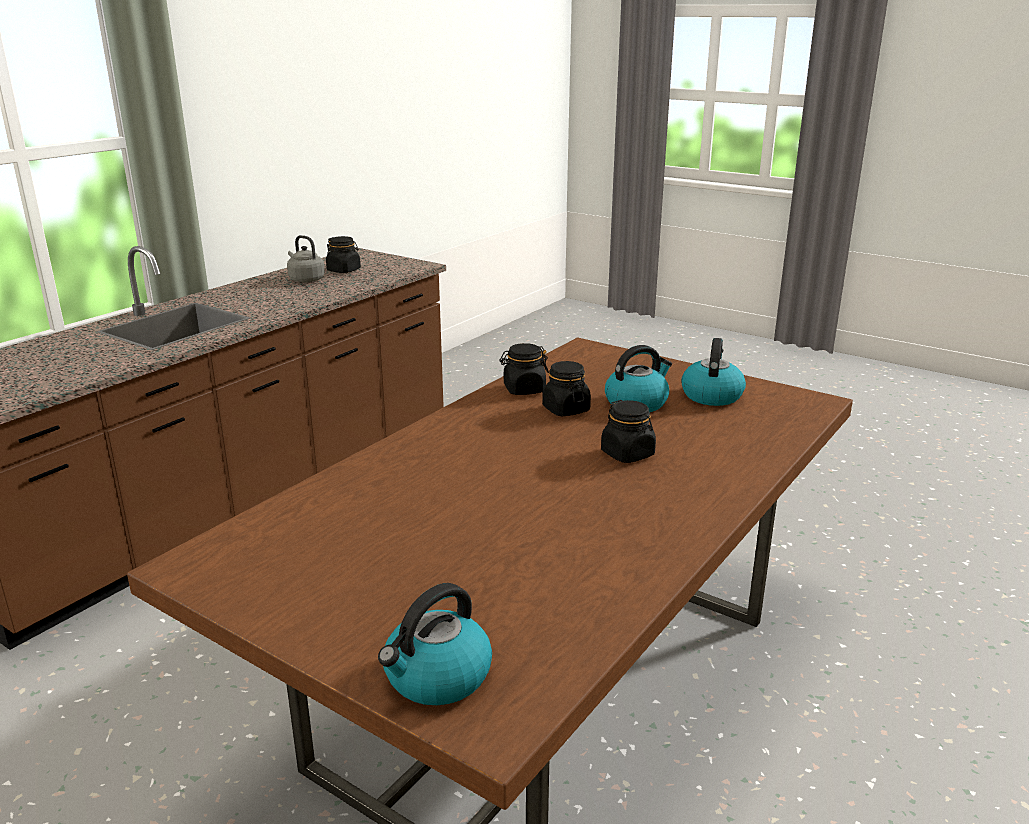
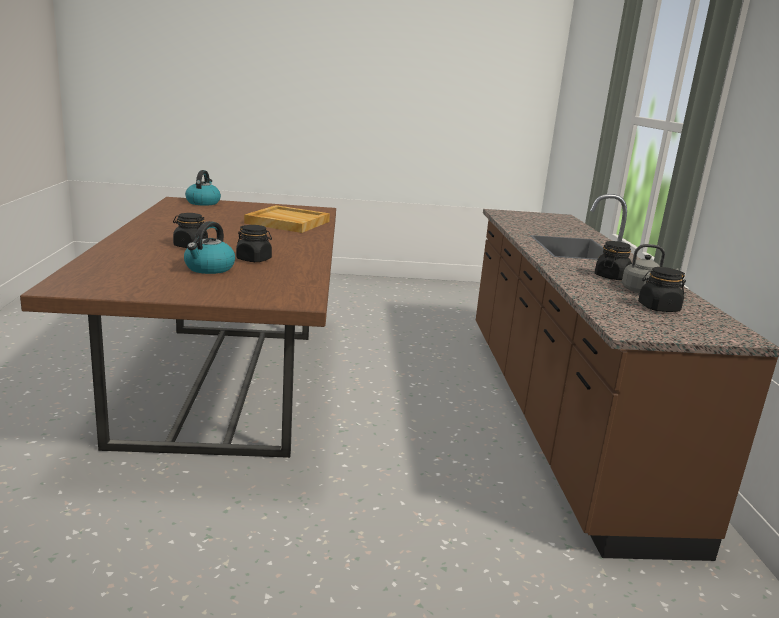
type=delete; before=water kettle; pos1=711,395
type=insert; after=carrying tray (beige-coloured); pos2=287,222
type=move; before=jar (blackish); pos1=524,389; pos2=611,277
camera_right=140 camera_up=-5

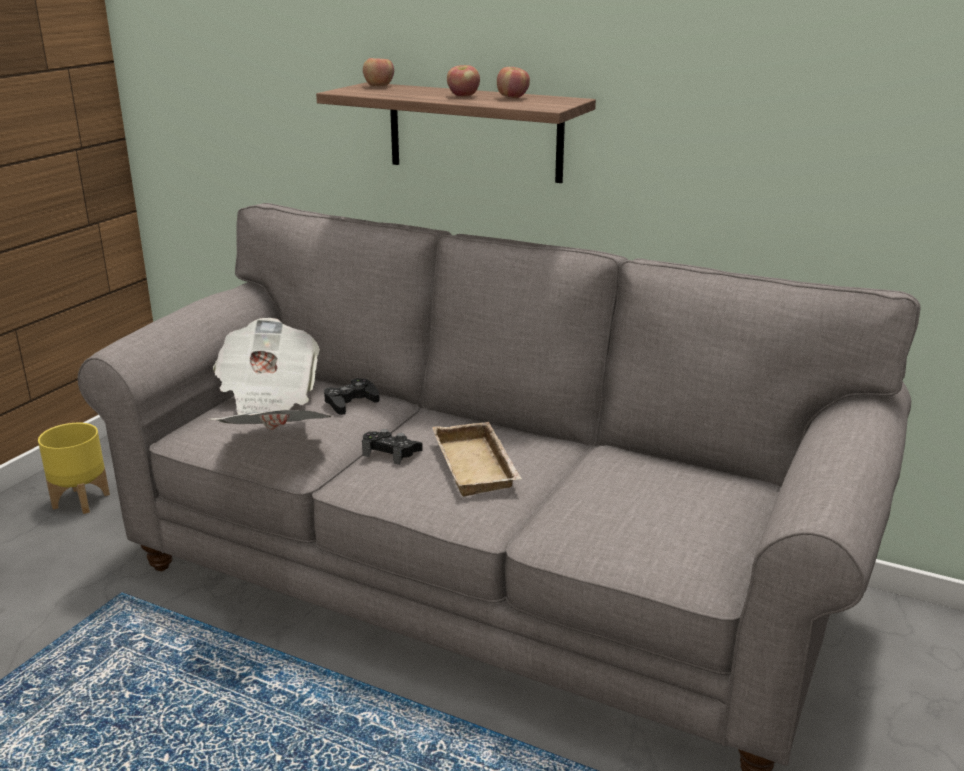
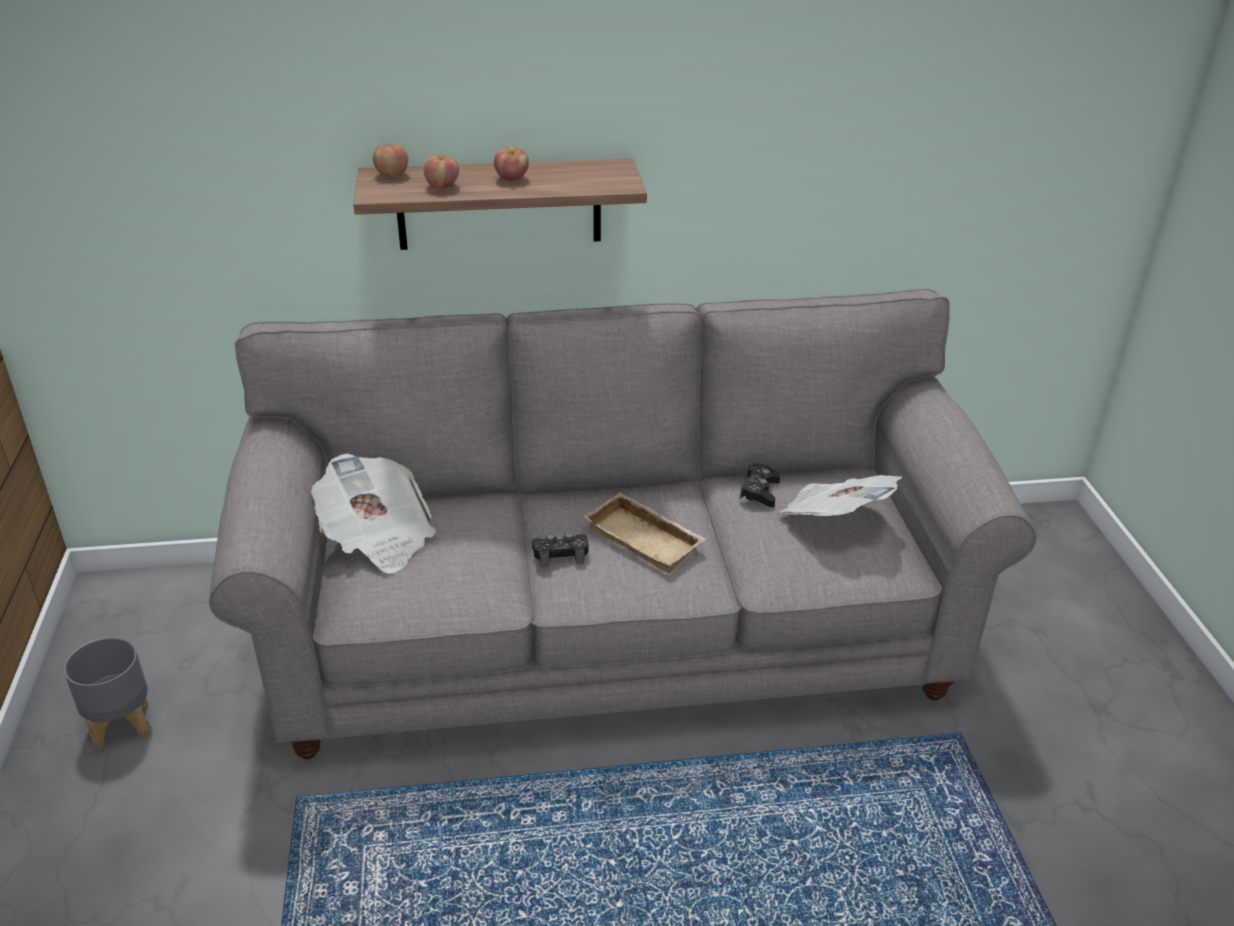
type=move; before=daily paper; pos1=276,447; pos2=835,519
type=move; before=gamepad (blackish); pos1=350,402; pos2=759,491
type=move; before=apple fruit; pos1=513,97; pos2=442,186
type=recolor; before=flower pot (yellow-coloured); after=flower pot (gray); pos1=81,500; pos2=122,724
camera_right=-35 camera_up=10

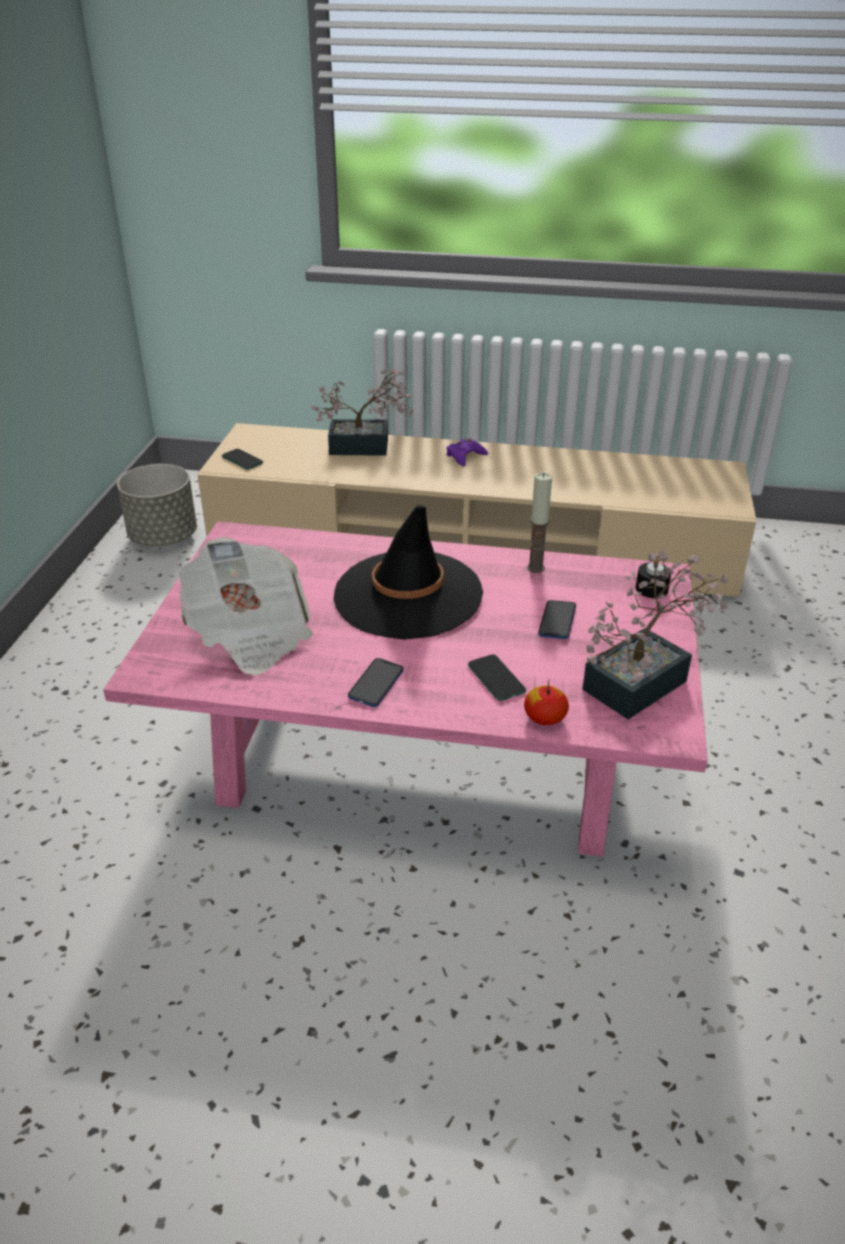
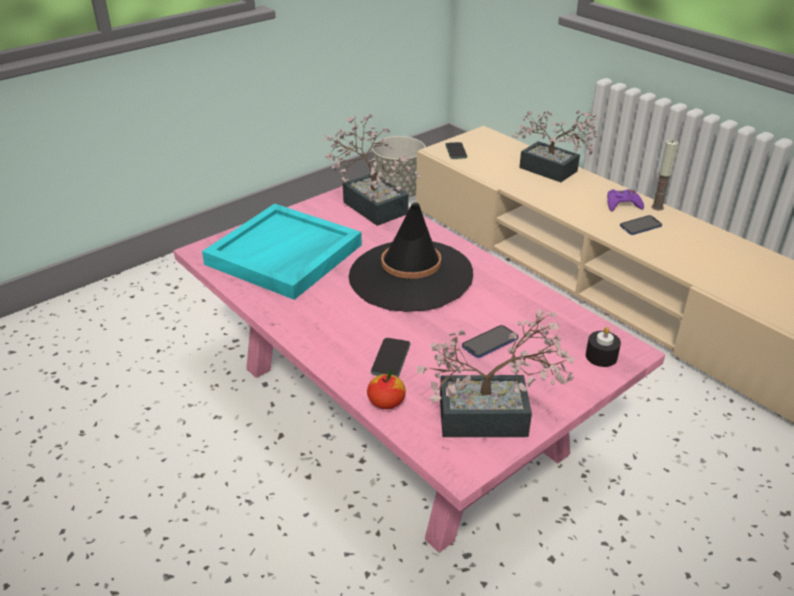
type=insert; after=plant in a pot; pos2=371,204
type=move; before=telephone; pos1=376,684; pos2=640,226
type=move; before=wax candle; pos1=535,568; pos2=657,207
type=replace; before=daily paper; after=carrying tray (turquoise-coloured); pos1=249,634; pos2=284,255
camera_right=40 camera_up=0

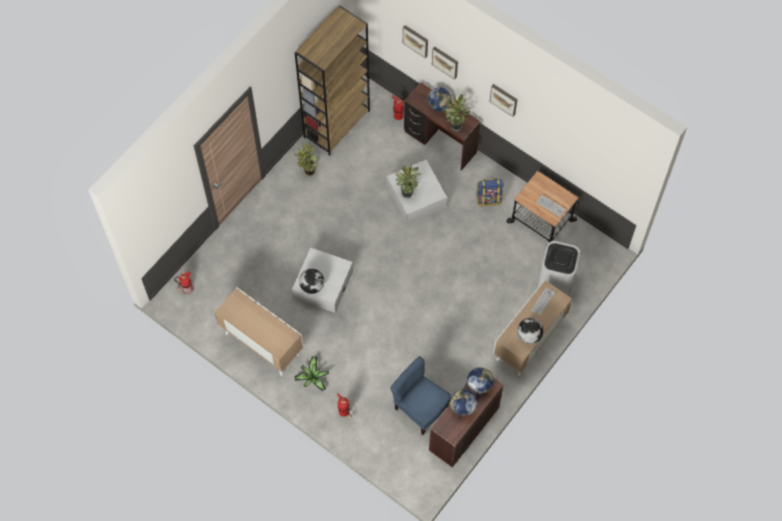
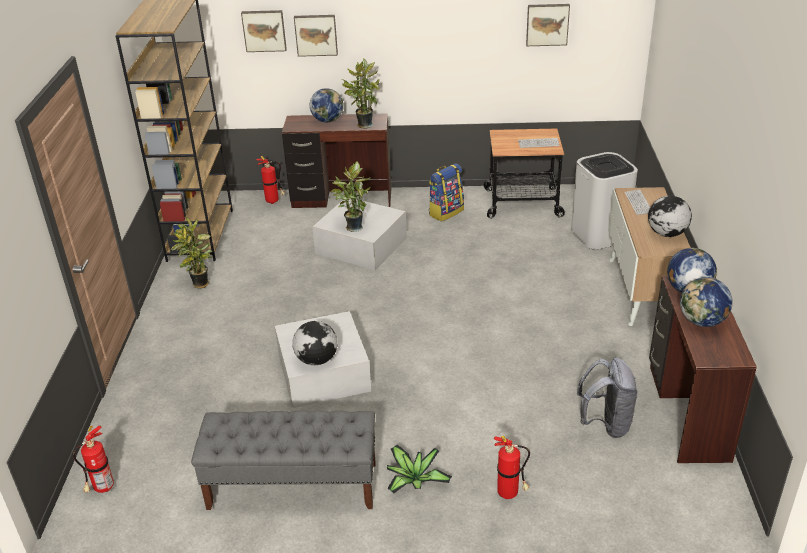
type=move; before=wall art; pos1=504,99; pos2=547,24
type=replace; before=storage cabinet; after=indoor bench (gray); pos1=261,344; pos2=292,486
type=replace; before=upright chair (blue); after=rucksack (gray); pos1=420,408; pos2=606,424
camera_right=-35 camera_up=-30

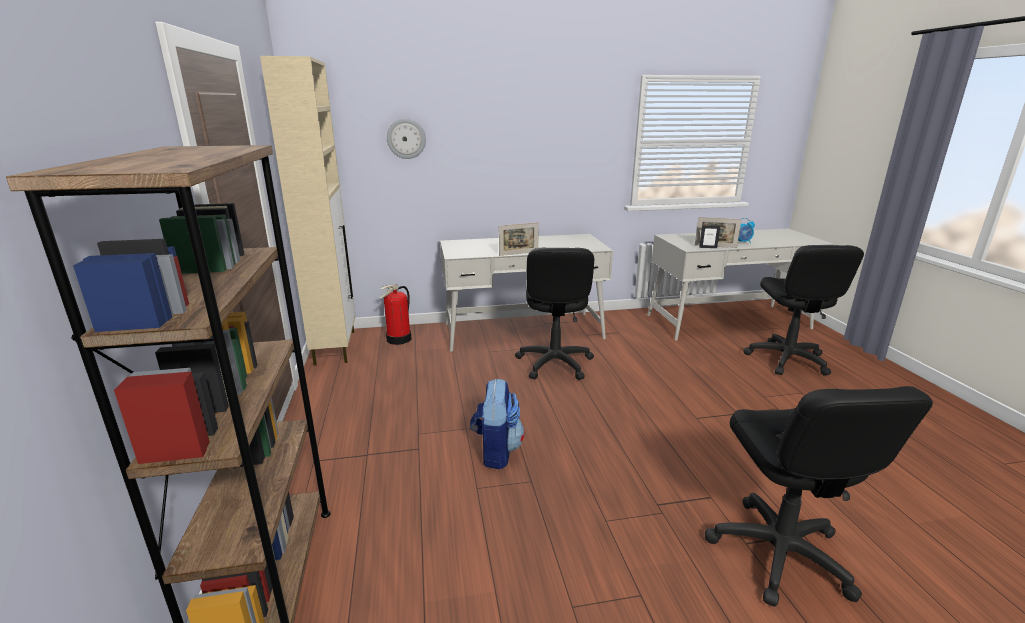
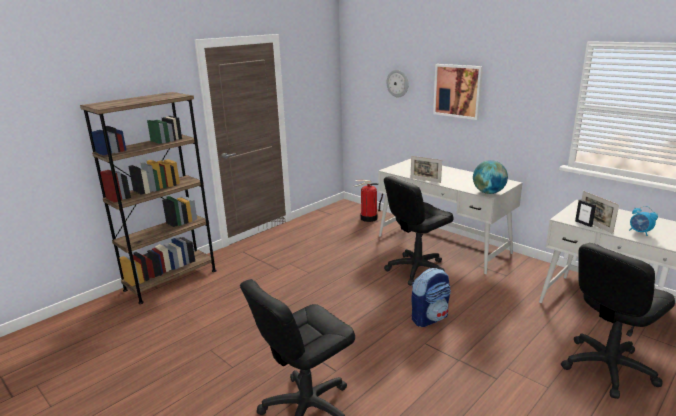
type=delete; before=storage cabinet (beige-coloured); pos1=335,347
type=insert; after=wall art; pos2=457,91
type=insert; after=globe; pos2=488,192
type=move; before=rucksack; pos1=496,451; pos2=429,318
camera_right=55 camera_up=0

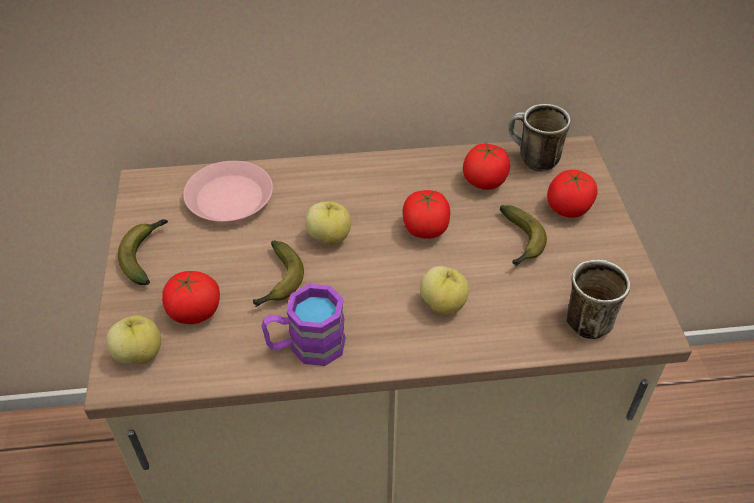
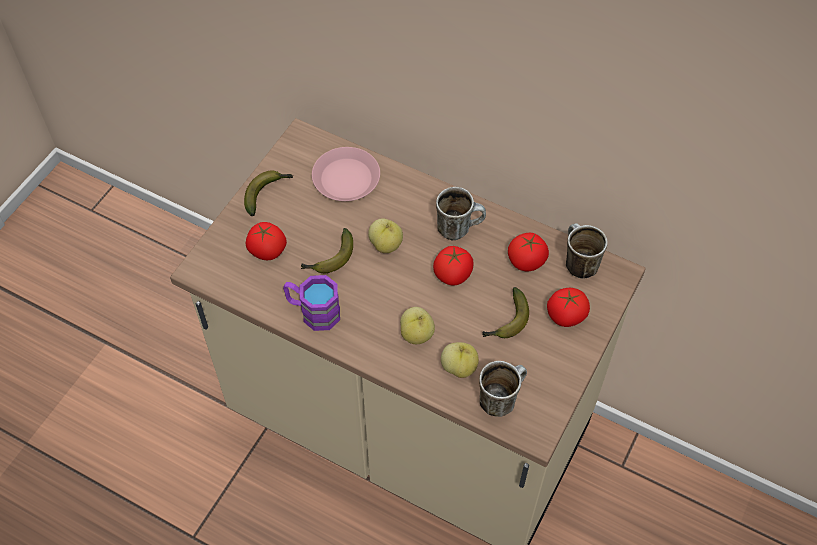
type=insert; after=mug; pos2=459,228
type=move; before=apple fruit; pos1=139,354; pos2=459,367
camera_right=35 camera_up=10

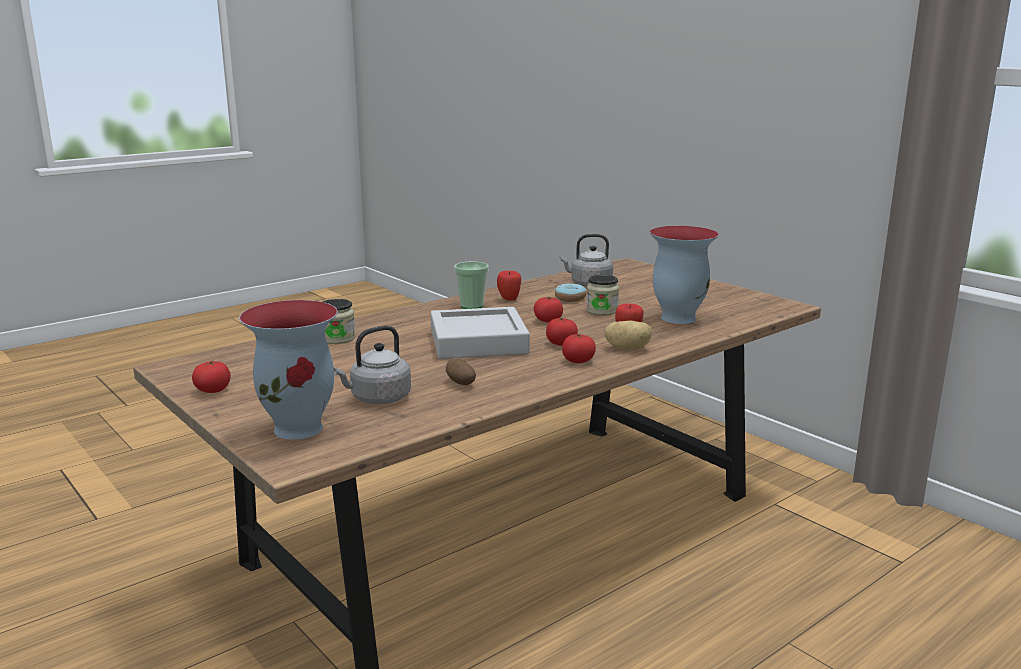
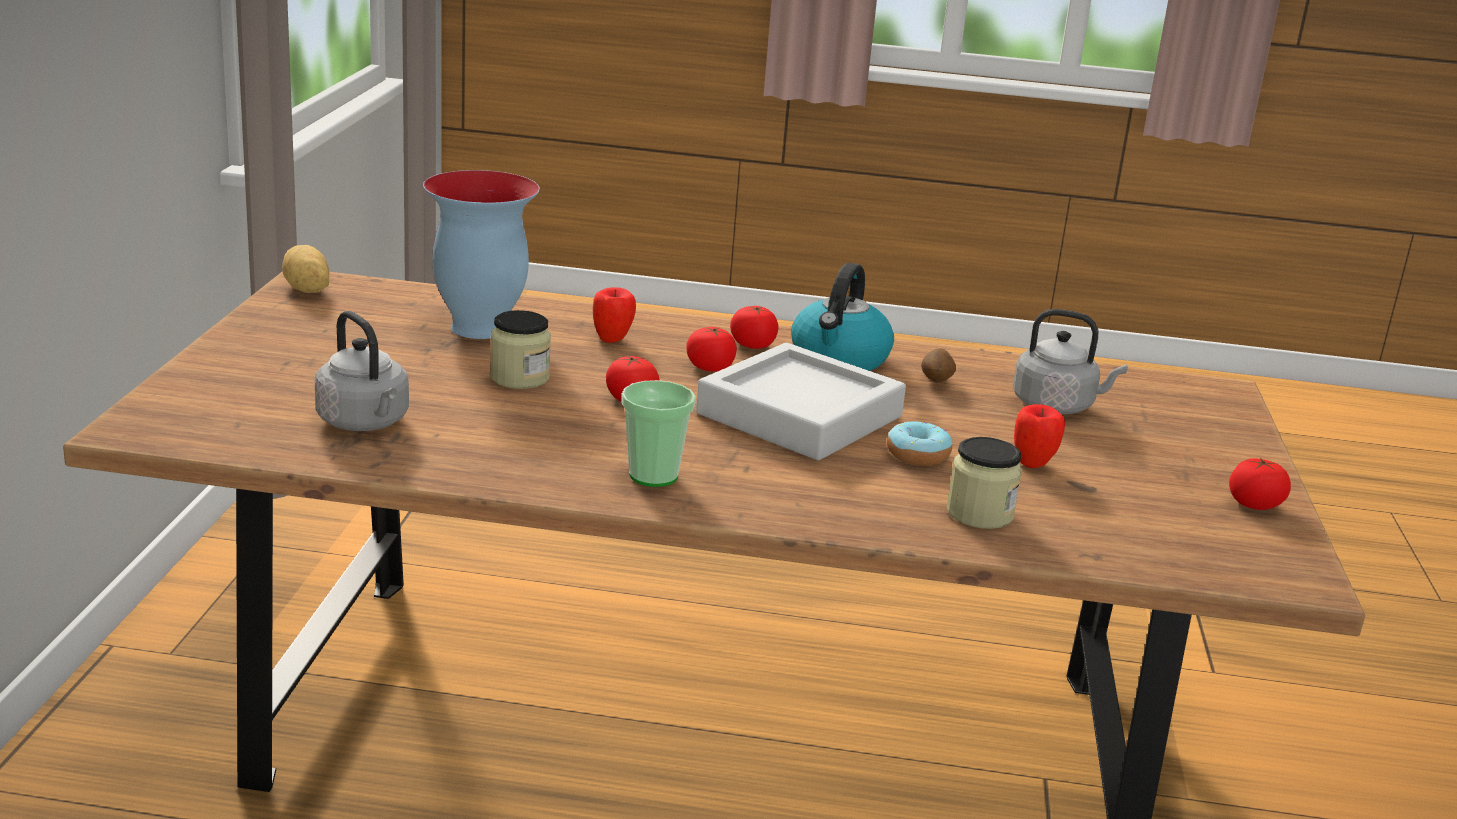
type=delete; before=decorative vase; pos1=300,428
type=insert; after=water kettle; pos2=839,359
type=move; before=apple fruit; pos1=509,299; pos2=1033,464
type=move; before=ring doughnut; pos1=570,298; pos2=917,455
type=move; before=whole potato; pos1=628,348; pos2=306,290
camera_right=-135 camera_up=5

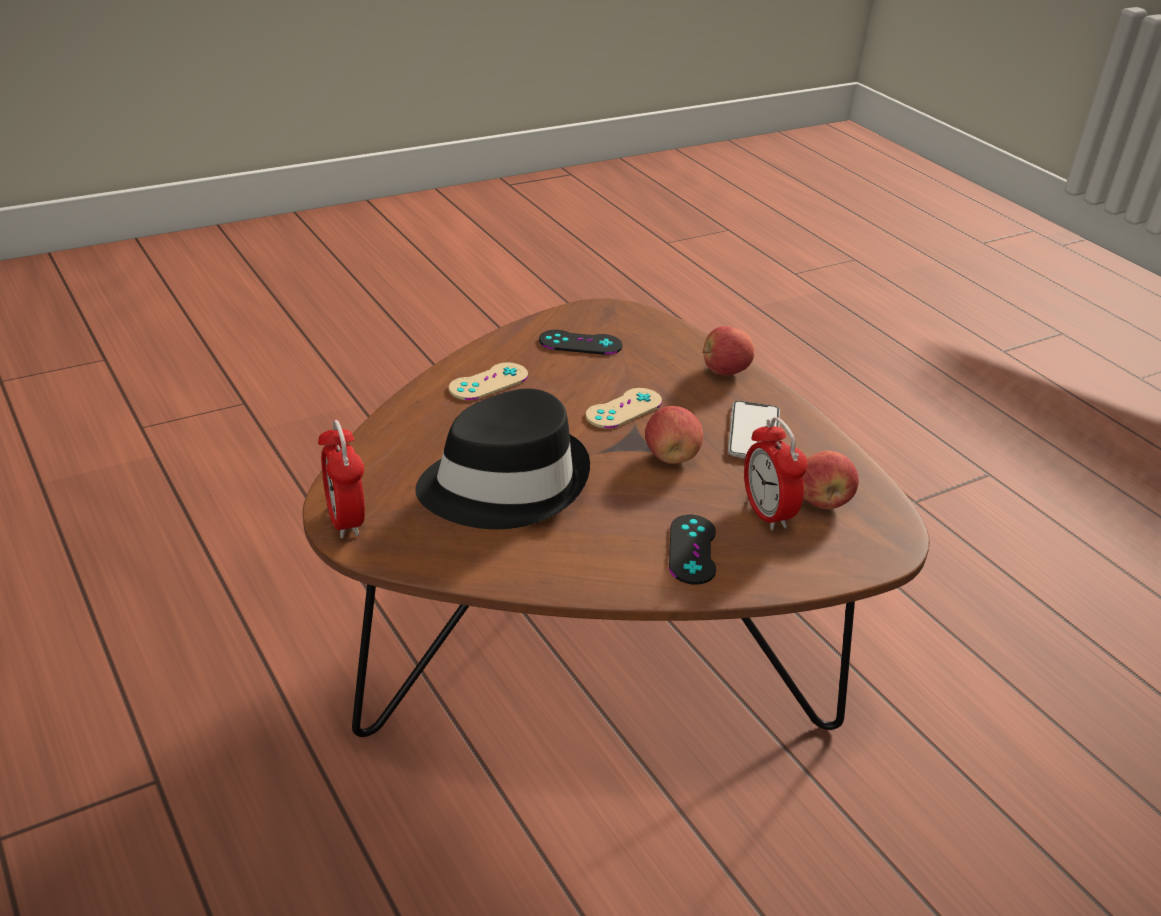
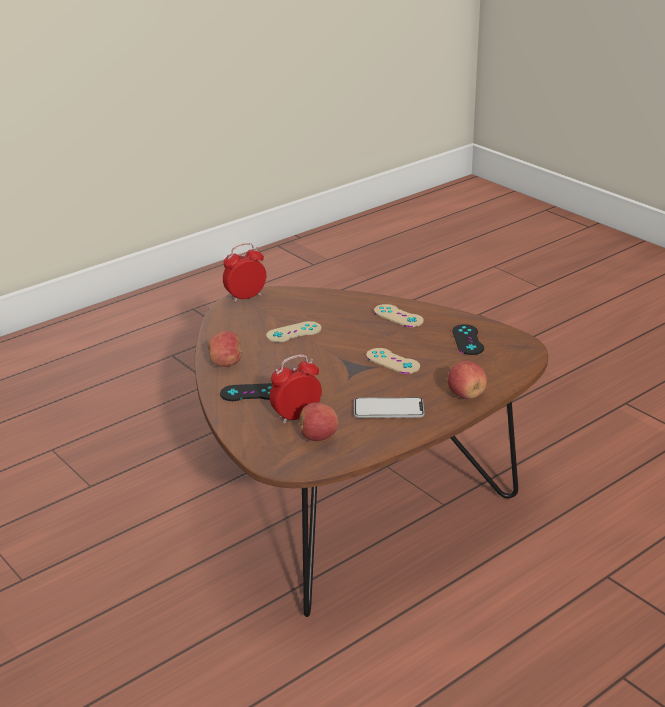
type=move; before=apple fruit; pos1=671,457; pos2=226,363
type=replace; before=clothing hat (blackish); after=gamepad (beige-coloured); pos1=503,483; pos2=294,332
camera_right=85 camera_up=-5

